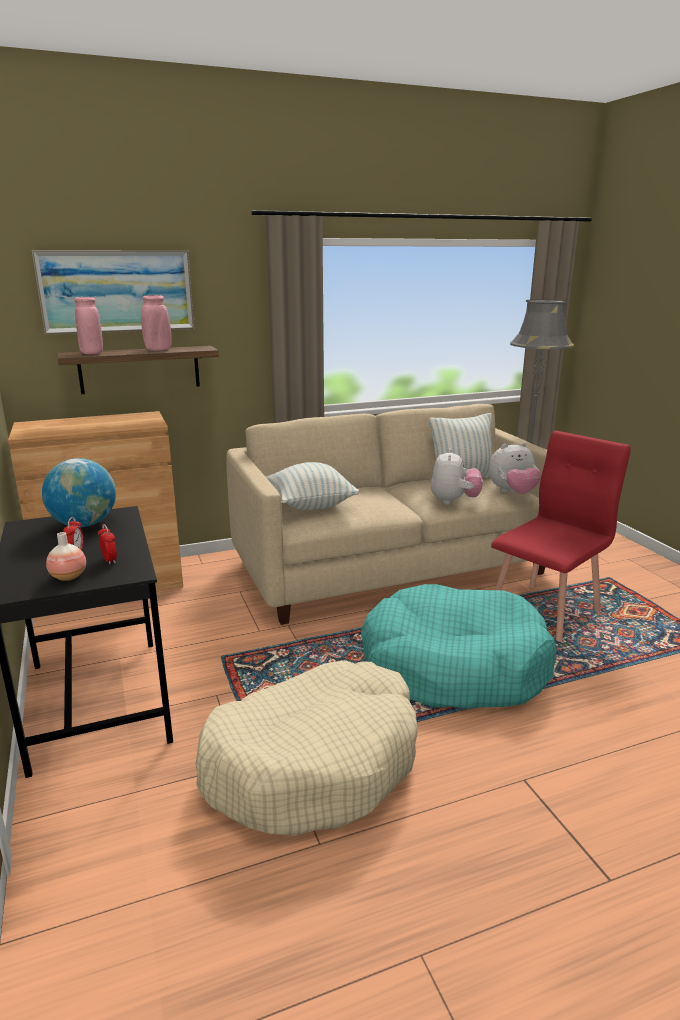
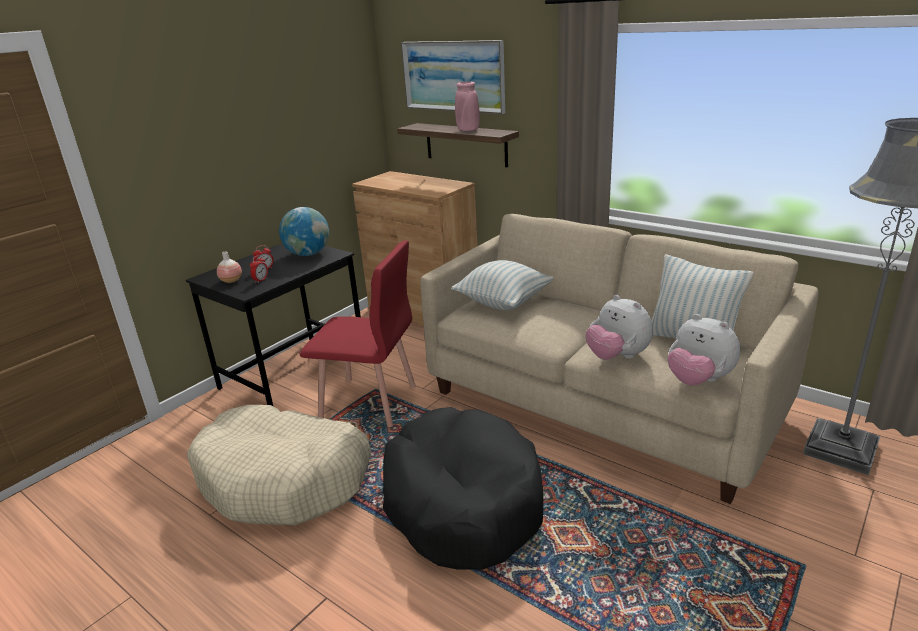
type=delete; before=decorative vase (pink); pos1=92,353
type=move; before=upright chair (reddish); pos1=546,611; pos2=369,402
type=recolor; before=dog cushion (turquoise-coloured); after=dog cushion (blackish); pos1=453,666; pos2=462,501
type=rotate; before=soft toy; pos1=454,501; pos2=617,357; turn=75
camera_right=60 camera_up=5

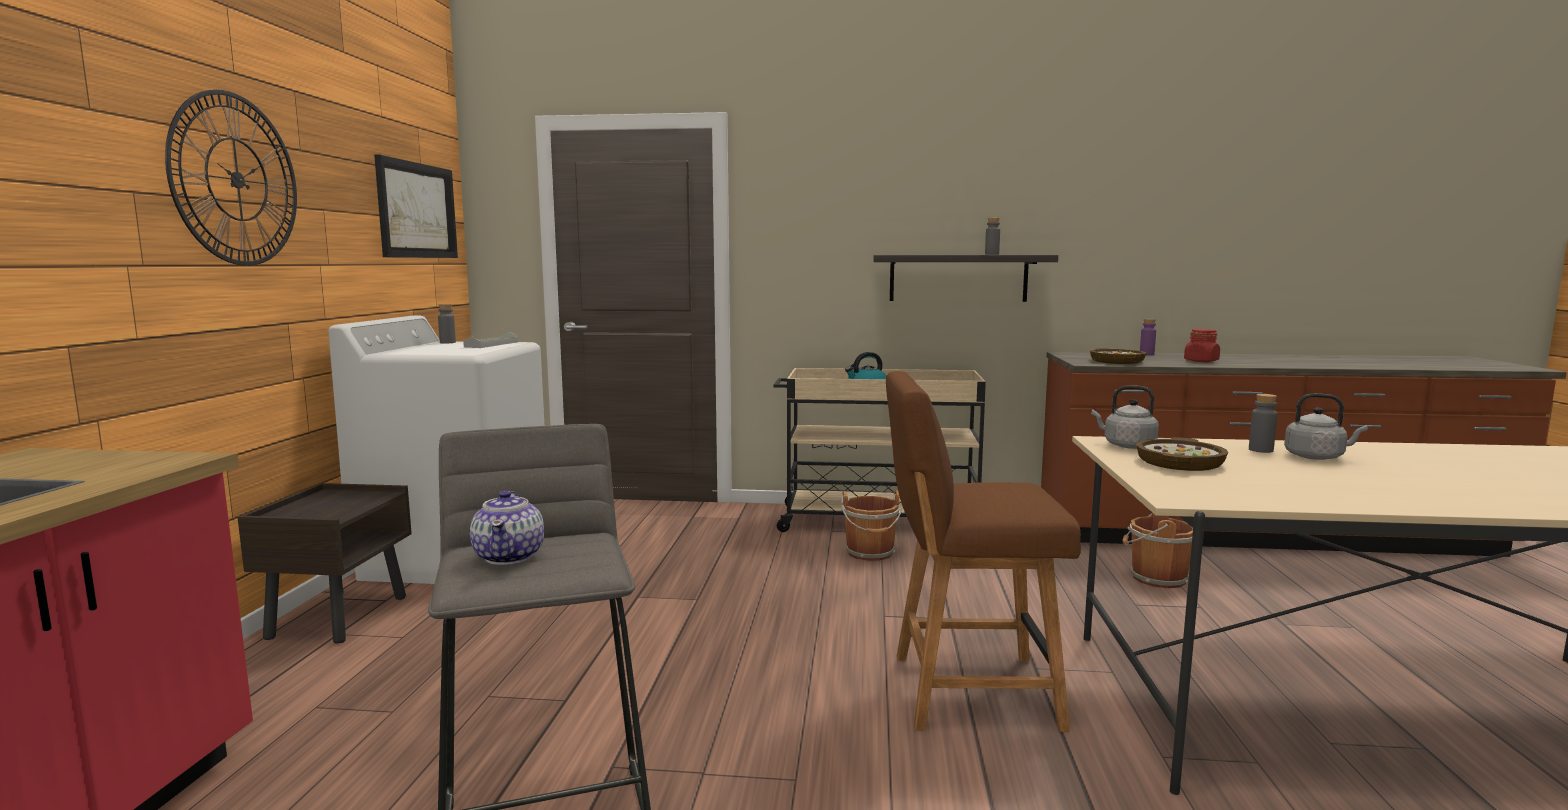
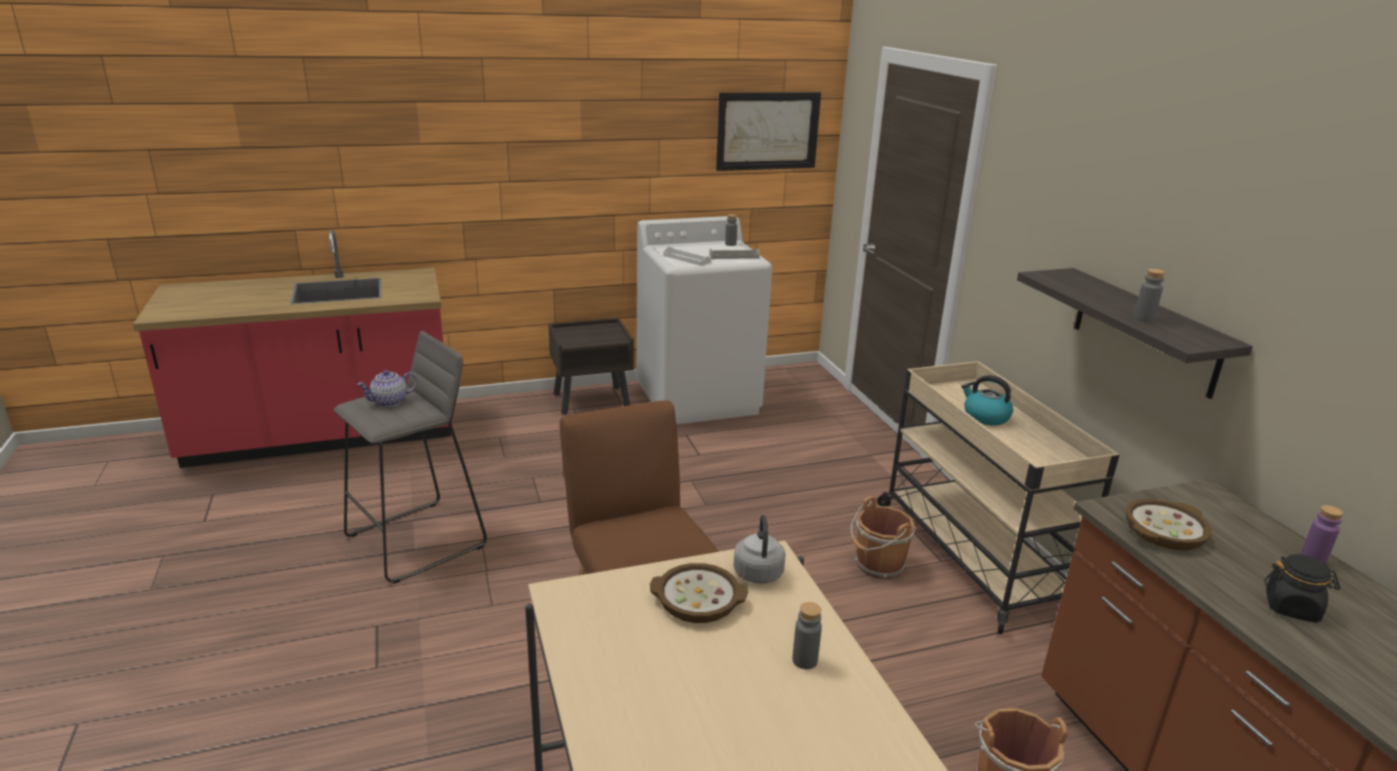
type=delete; before=wall clock; pos1=236,179
type=delete; before=water kettle (gray); pos1=1317,457
type=insert; after=carrying tray (white); pos2=687,259
type=recolor; before=jar (reddish); after=jar (blackish); pos1=1201,361; pos2=1292,608
camera_right=65 camera_up=15

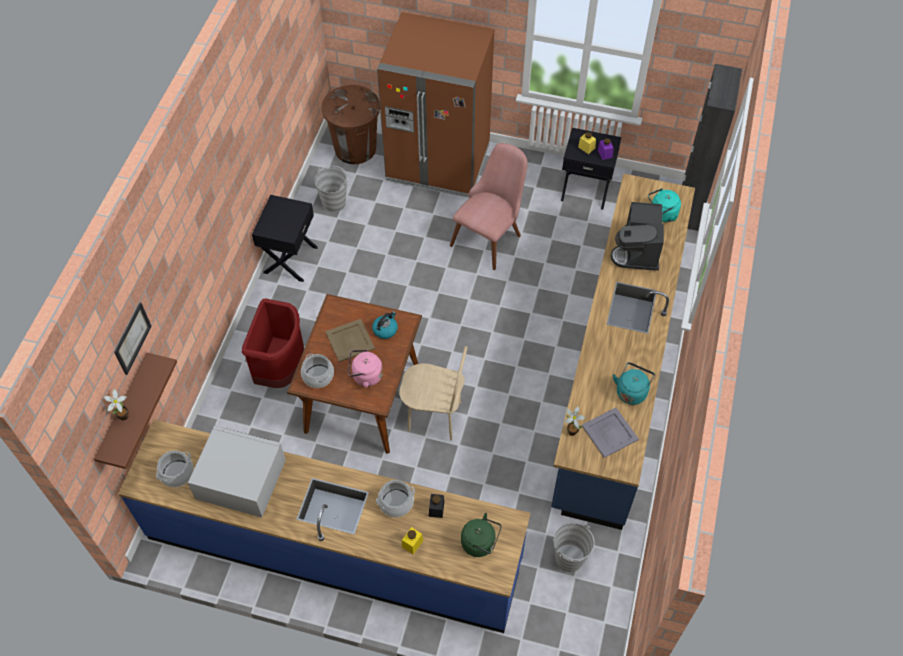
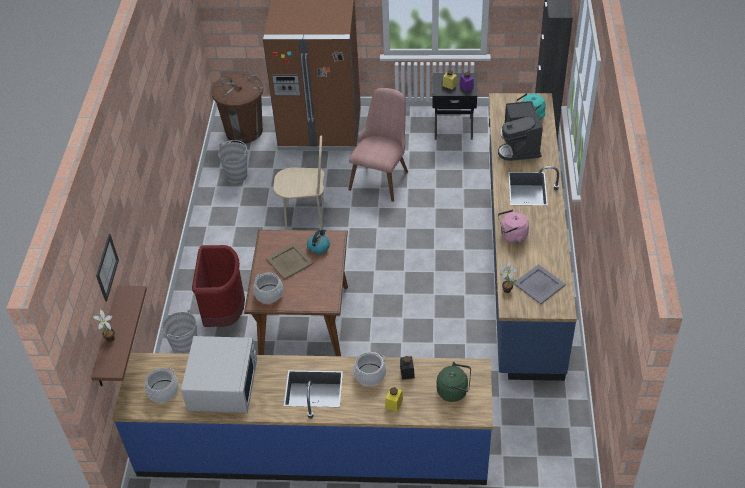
type=delete; before=nightstand (blackish); pos1=289,259
type=delete; before=water kettle (turquoise-coloured); pos1=631,391
type=move; before=water kettle (pink); pos1=365,376; pos2=512,236
type=move; before=upright chair (beige-coloured); pos1=434,417; pos2=305,217
type=move; before=bucket (gray); pos1=569,558; pos2=186,348
type=rotate; before=microwave (white); pos1=240,479; pos2=223,384; turn=90
camera_right=-10 camera_up=-10

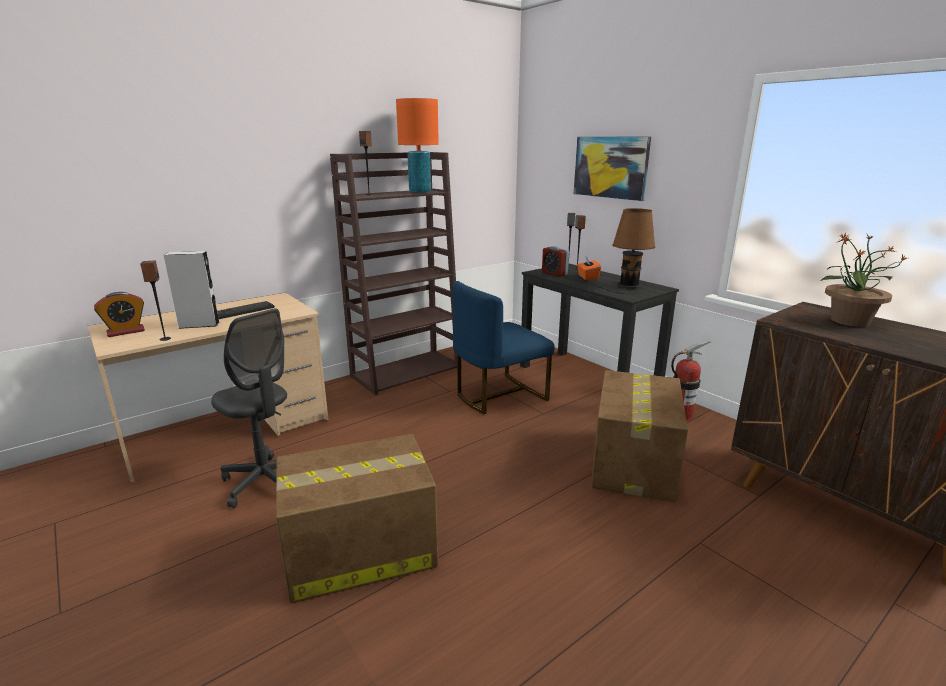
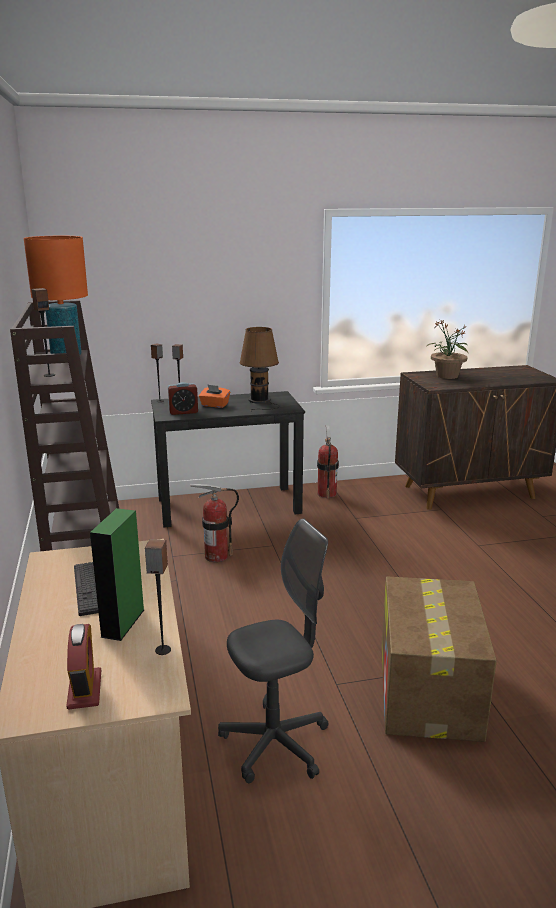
type=delete; before=wall art; pos1=610,167
type=delete; before=carton; pos1=633,462
type=replace; before=upright chair (blue); after=fire extinguisher; pos1=498,395; pos2=216,556
type=recolor; before=audio speaker (gray); after=audio speaker (greenish); pos1=199,325; pos2=123,623
camera_right=-65 camera_up=0

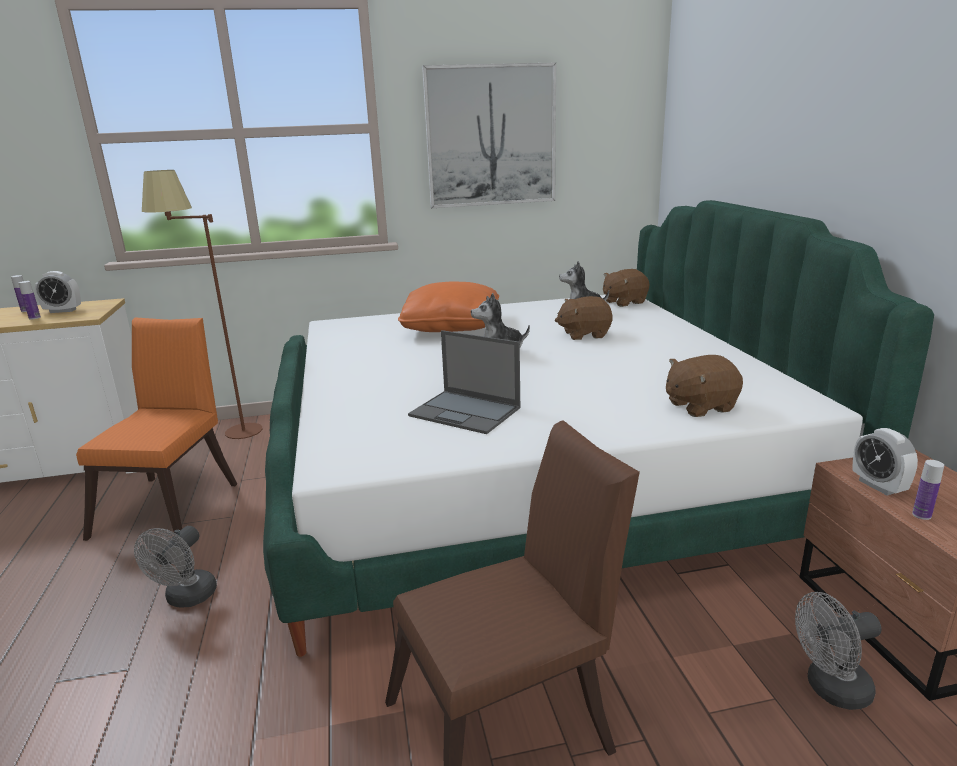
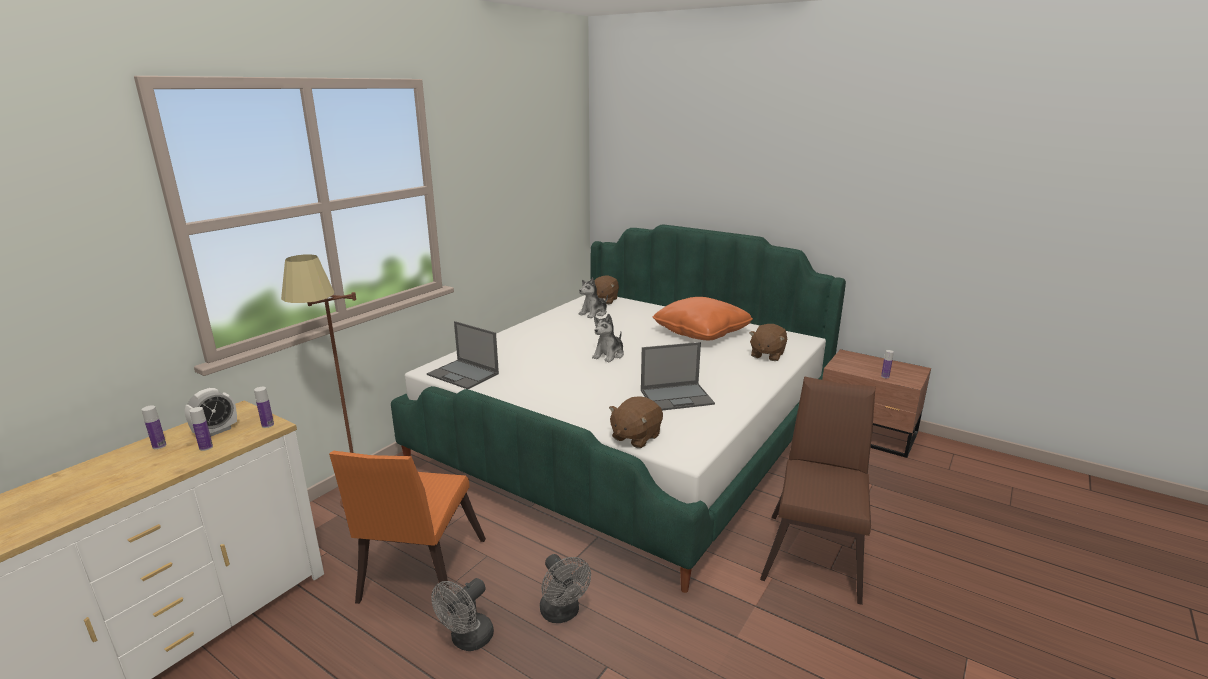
type=delete; before=wall art; pos1=491,136
type=delete; before=bedside clock; pos1=878,486
type=insert; after=bottle; pos2=267,425
type=insert; after=notebook computer; pos2=464,374
type=move; before=cushion (orangey); pos1=451,326; pos2=701,332
type=move; before=soft toy (brownish); pos1=584,334; pos2=635,437
type=move; before=fan (gray); pos1=830,689; pos2=467,640
type=rotate; before=upright chair (orangey); pos1=173,505; pos2=418,575; turn=-135
camera_right=-45 camera_up=0

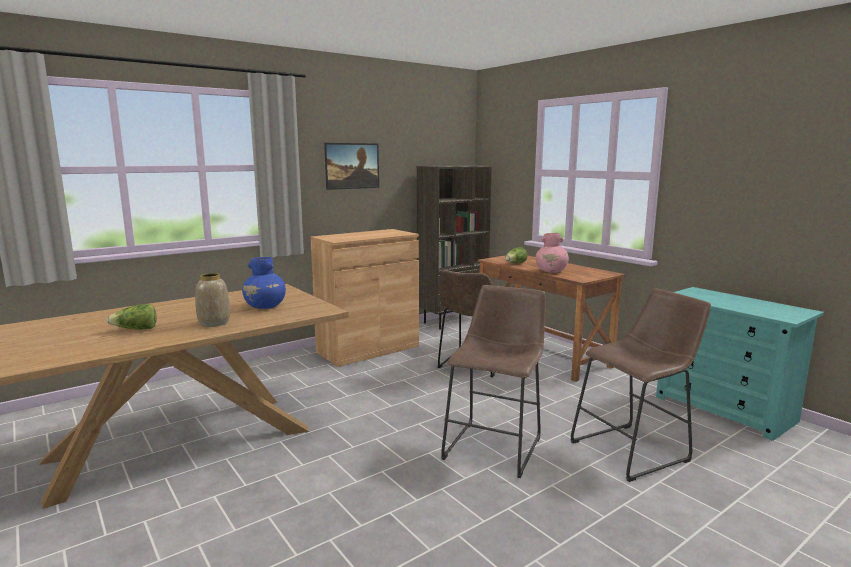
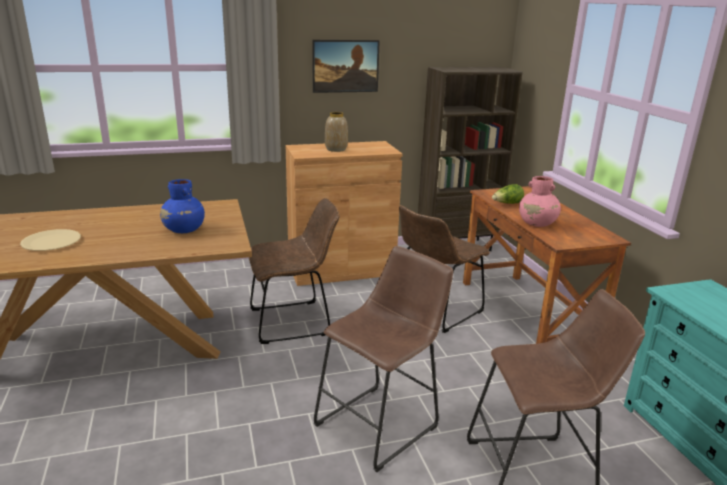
type=insert; after=upright chair (brownish); pos2=294,321
type=move; before=decorative vase; pos1=213,323; pos2=335,149
type=replace; before=head of lettuce; after=flat dish (beige-coloured); pos1=136,329; pos2=51,242
camera_right=20 camera_up=10

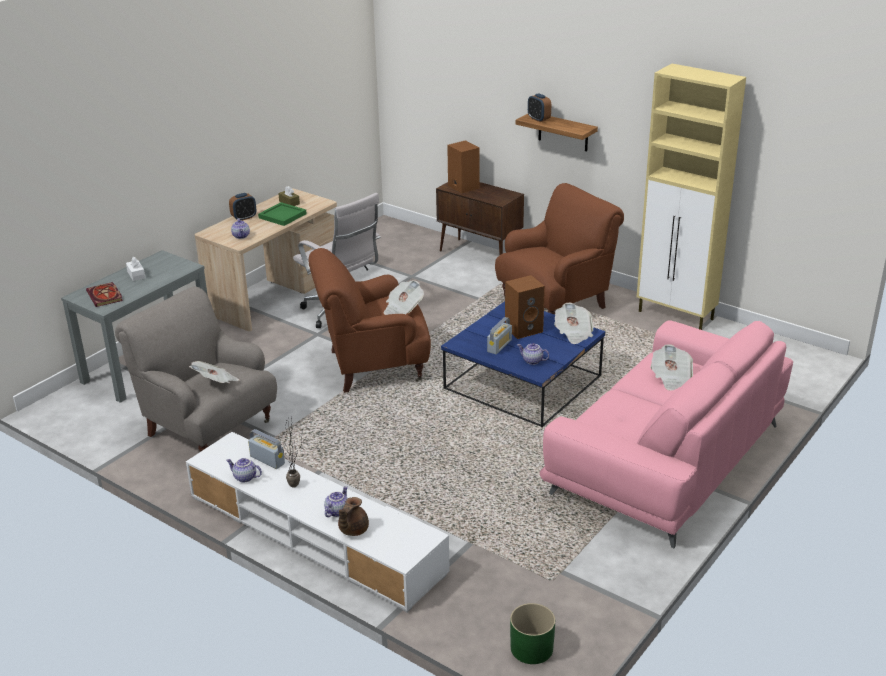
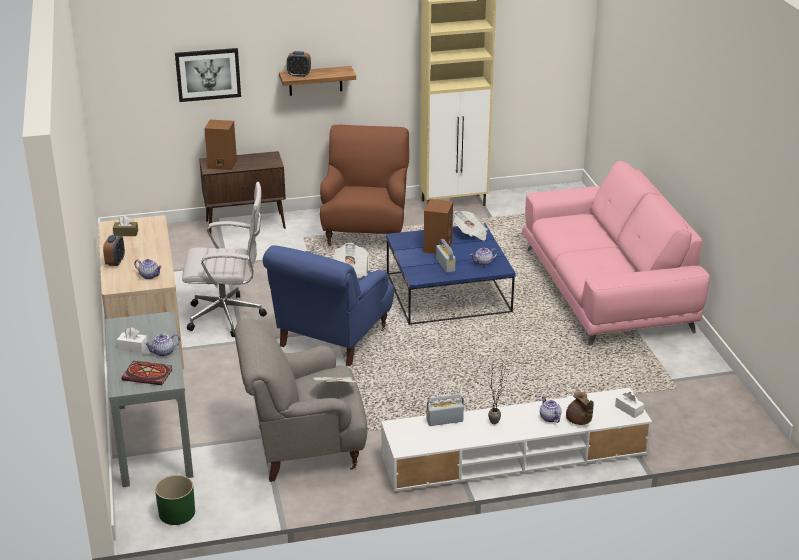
type=delete; before=carrying tray (greenish); pos1=281,216
type=delete; before=daily paper; pos1=671,378
type=insert; after=wall art; pos2=208,74
type=insert; after=tissue holder (white); pos2=629,409
type=move; before=teapot; pos1=244,478; pos2=163,353
type=move; before=flower pot (greenish); pos1=531,648; pos2=177,513
type=recolor; before=easy chair (brownish); after=easy chair (blue); pos1=372,366; pos2=332,339
camera_right=-50 camera_up=0

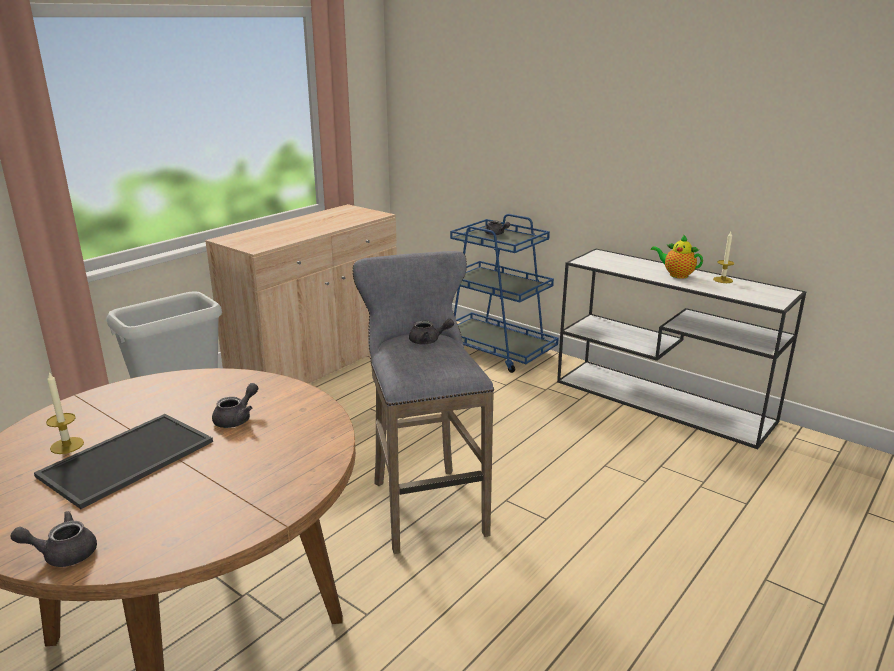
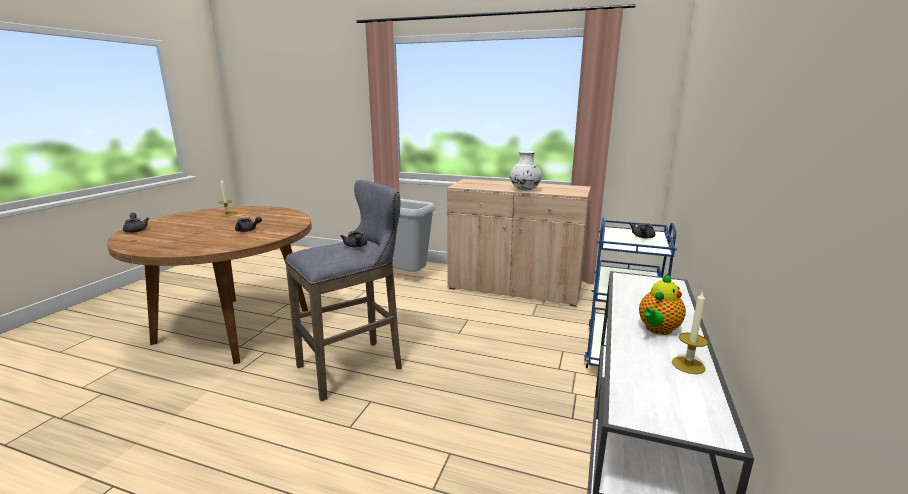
type=delete; before=carrying tray; pos1=127,460
type=insert; after=decorative vase (white); pos2=524,190
type=rotate; before=teapot; pos1=676,275; pos2=657,329; turn=-150
camera_right=70 camera_up=-5

